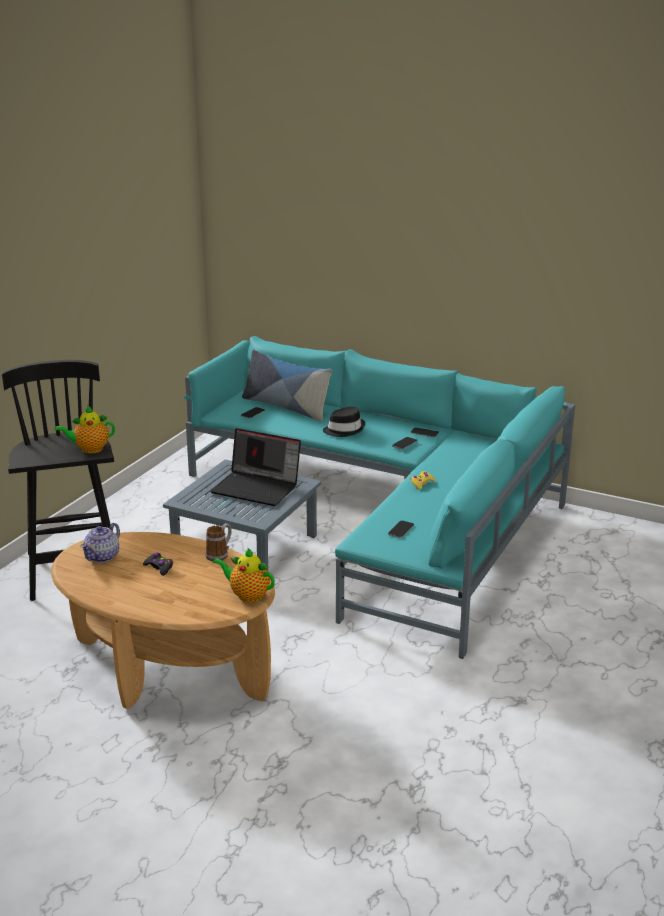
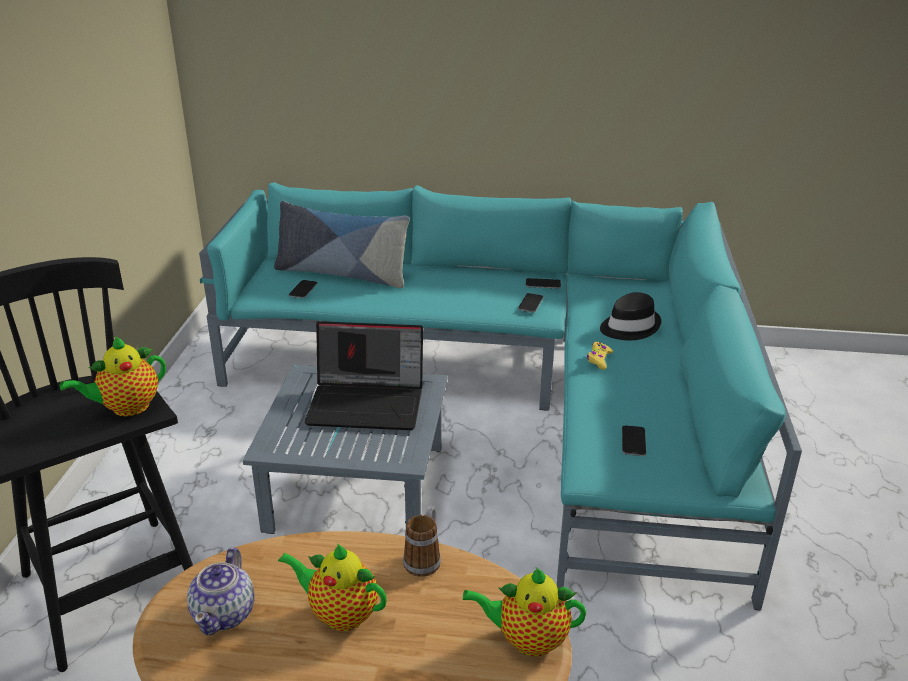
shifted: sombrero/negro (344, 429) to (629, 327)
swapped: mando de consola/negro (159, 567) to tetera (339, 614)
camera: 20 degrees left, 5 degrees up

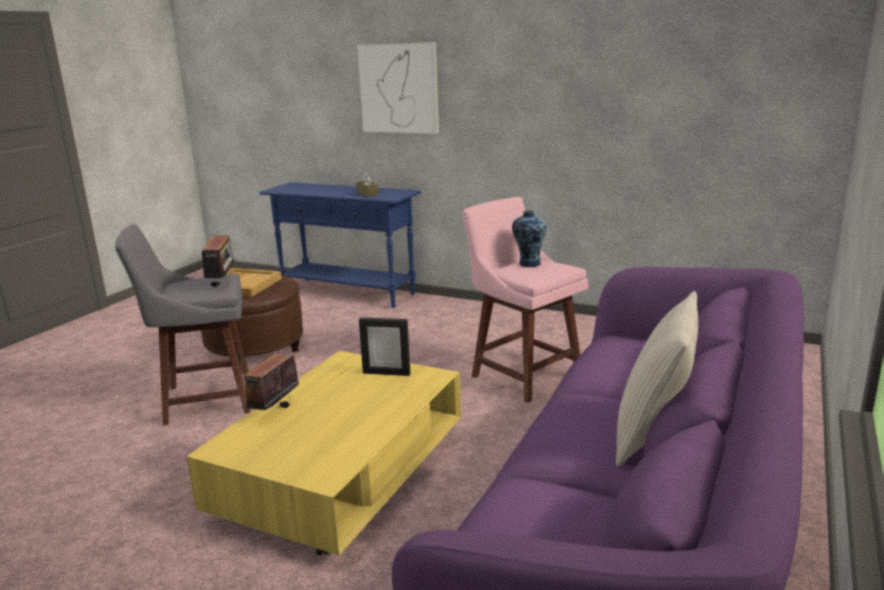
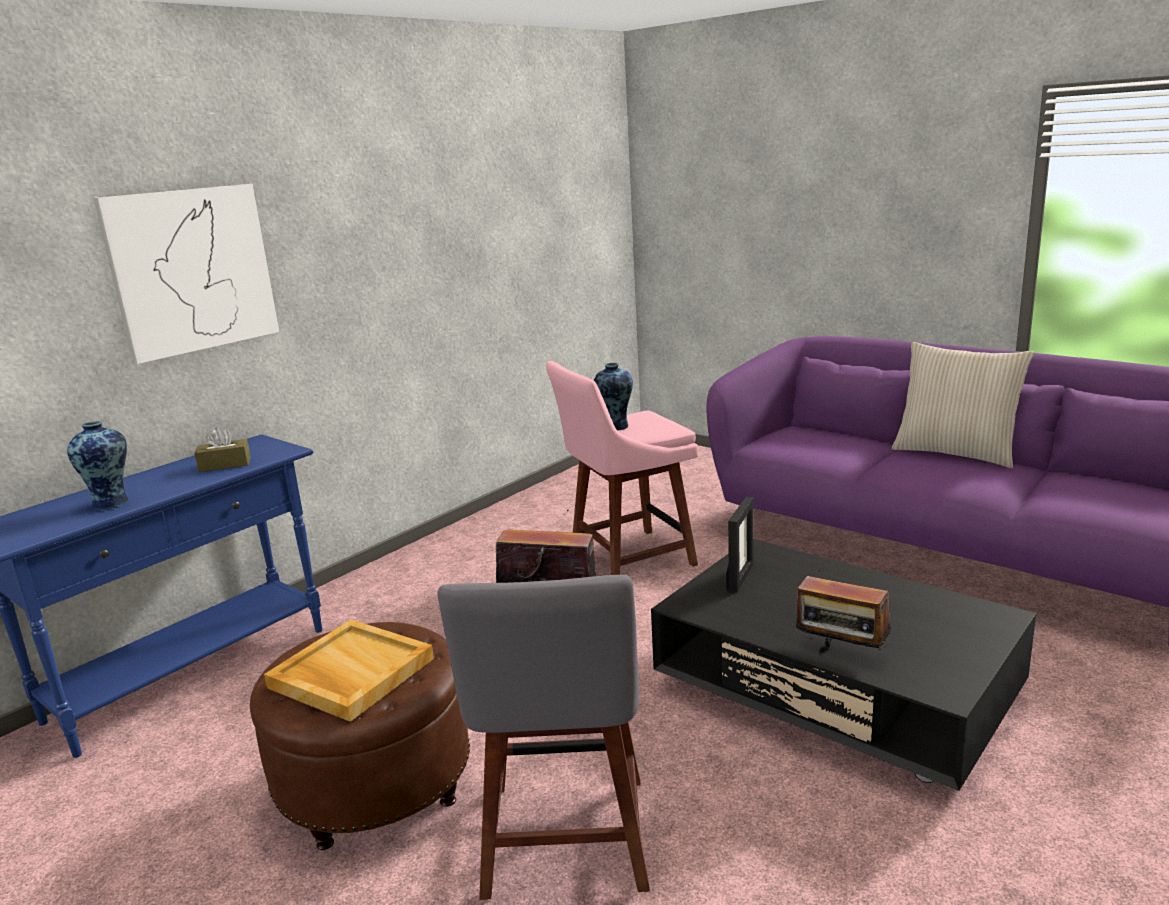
new: florero (112, 503)
repainted: mesa de centro/amarillo (342, 473) to mesa de centro/negro (834, 691)
camera: 75 degrees left, 0 degrees up

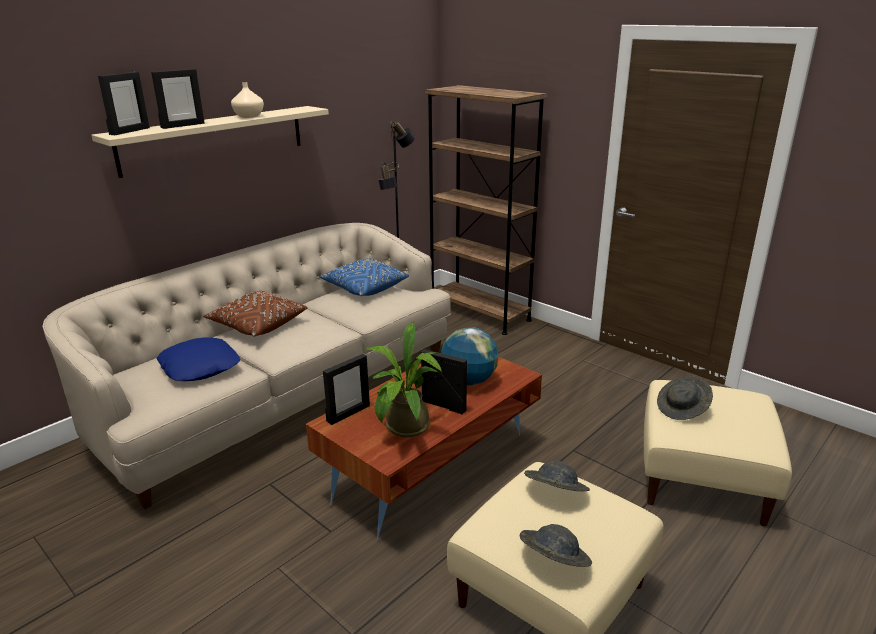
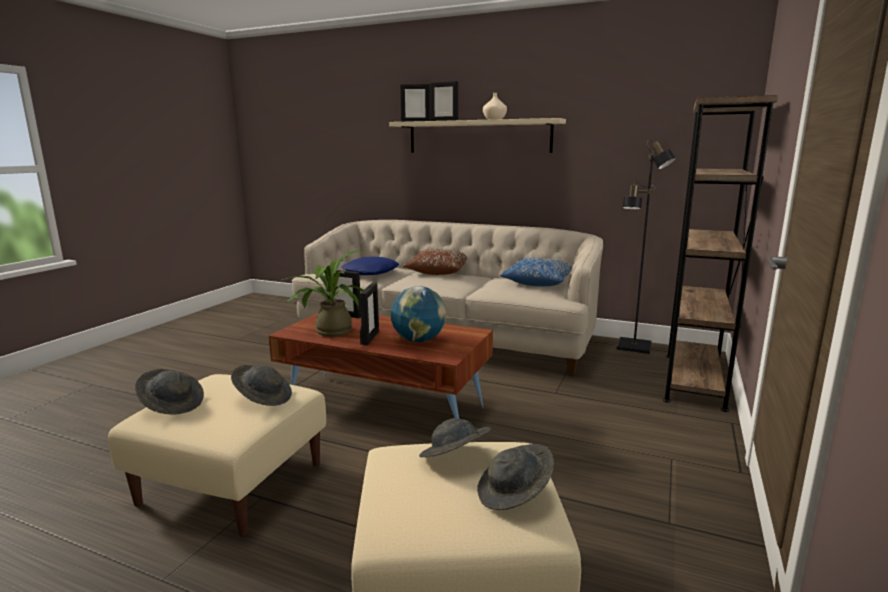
new: sombrero/gris (514, 494)
camera: 70 degrees right, 10 degrees down

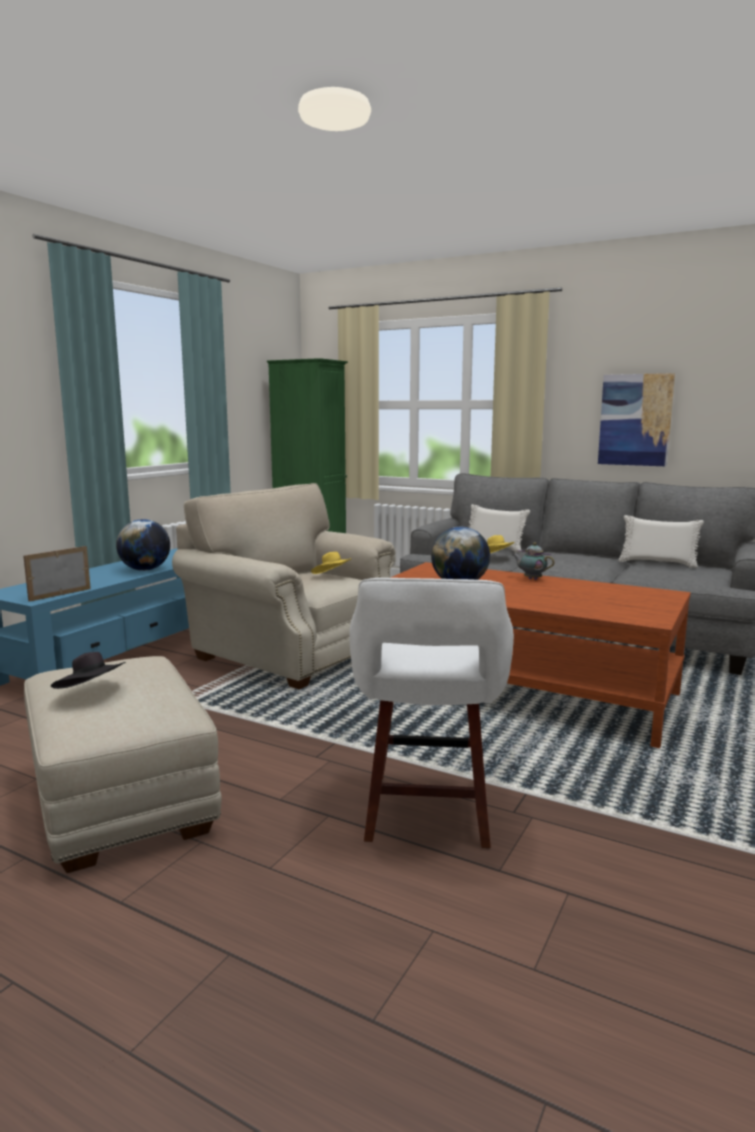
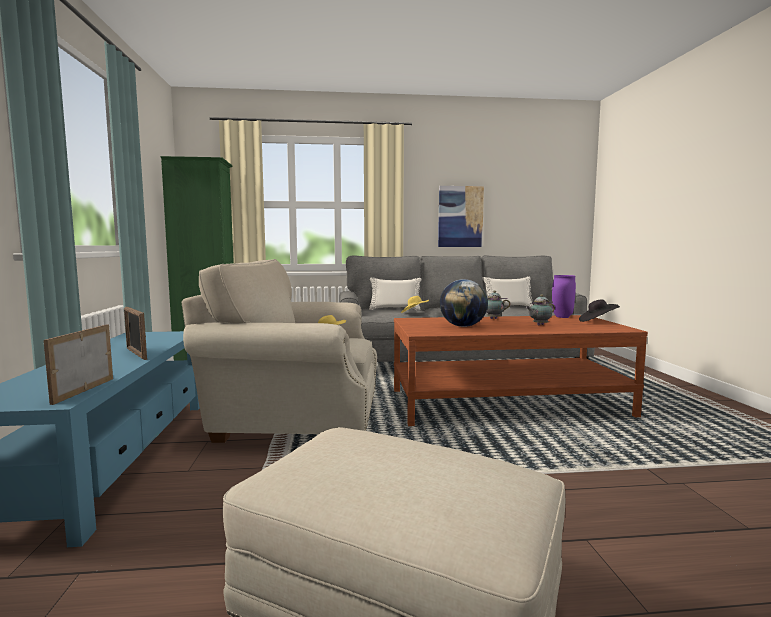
gone: taburete/blanco (426, 814)
new: tetera (539, 325); florero/morado (563, 317)
shifted: sombrero/negro (92, 693) to (597, 321)
swapped: globo terráqueo (145, 569) to portarretratos (136, 354)
camera: 35 degrees left, 5 degrees down

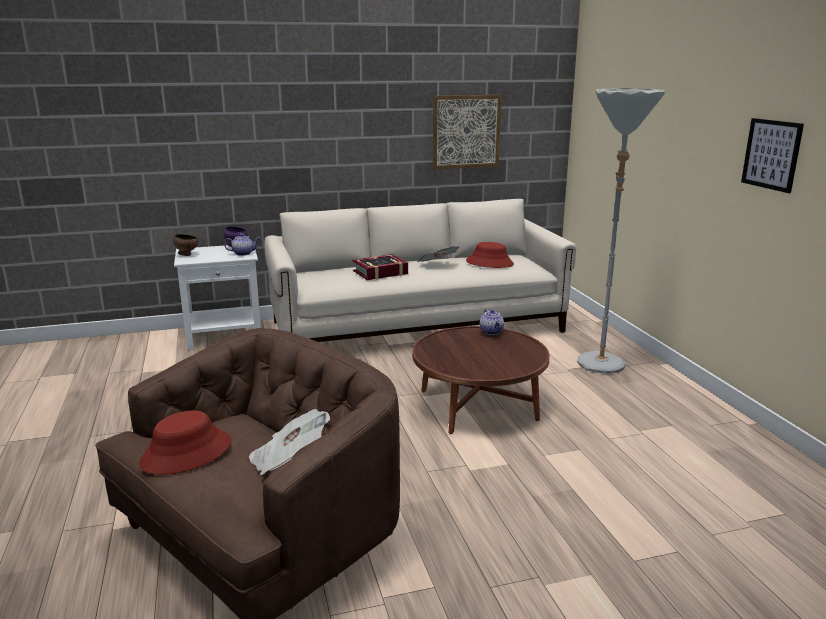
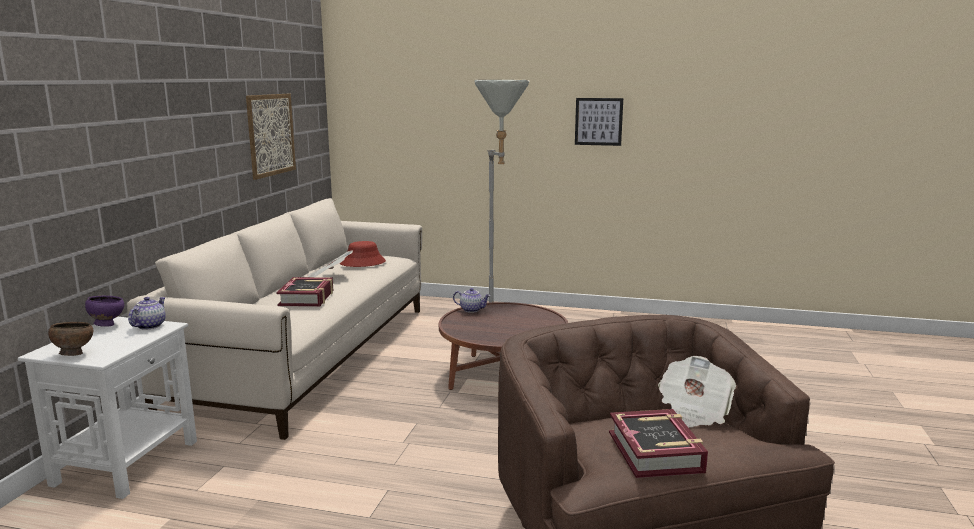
swapped: sombrero/rojo (186, 453) to libro (656, 452)
camera: 60 degrees left, 5 degrees down

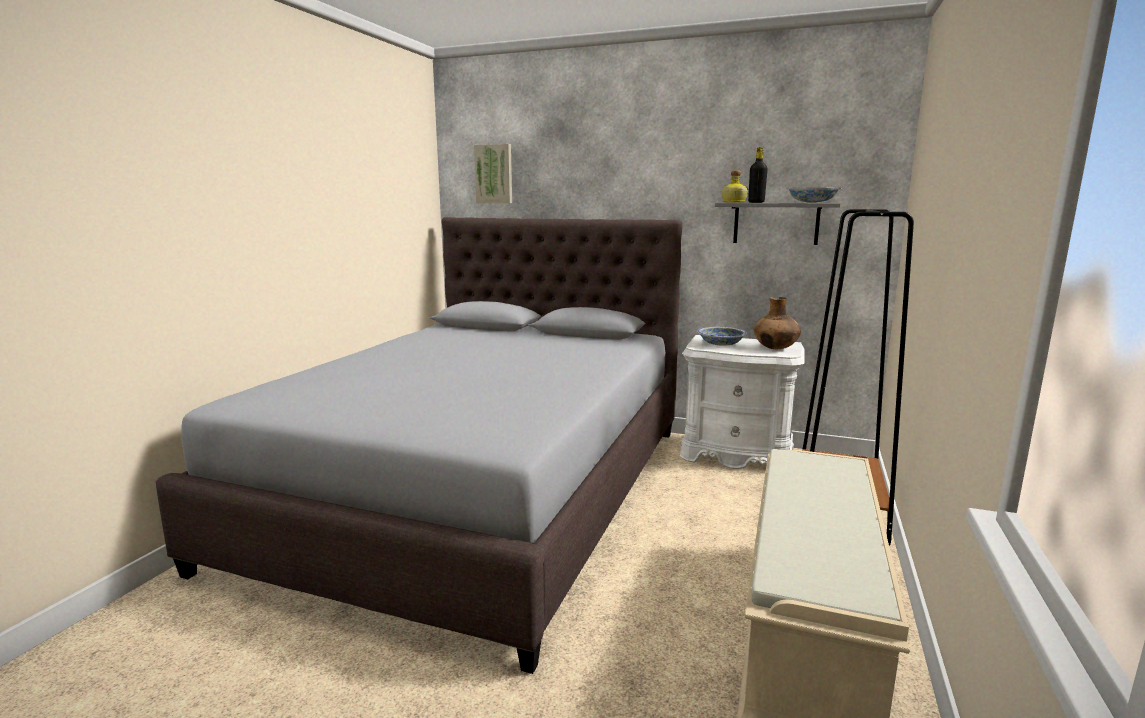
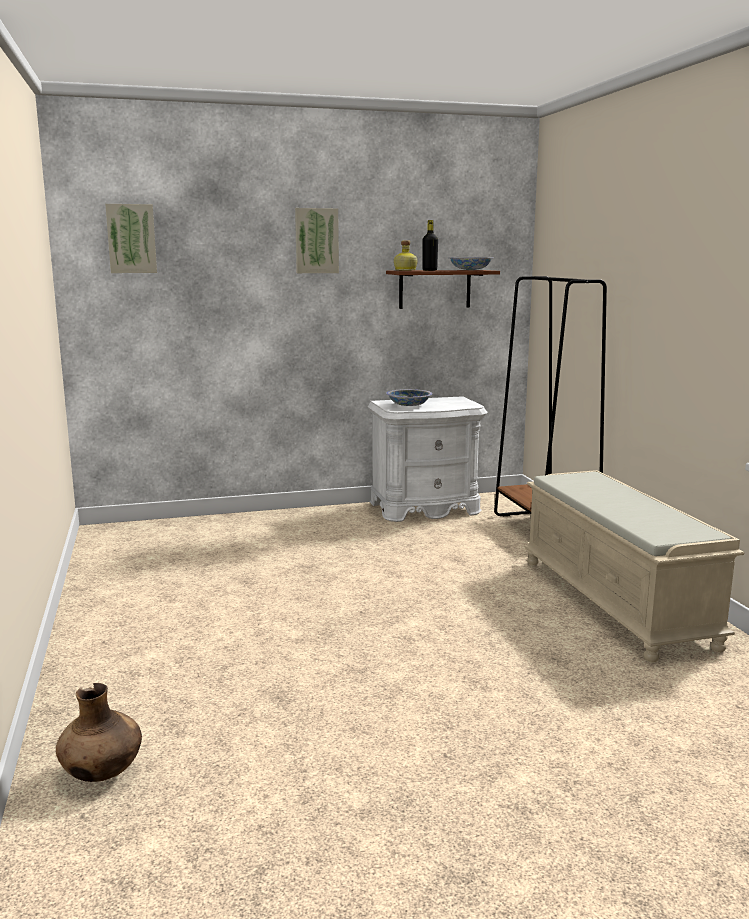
gone: cama/gris (482, 489)
new: cuadro (316, 241)
shifted: florero/marrón (775, 348) to (103, 772)
repainted: estante/gris (776, 223) to estante/marrón (434, 289)
camera: 35 degrees left, 0 degrees up

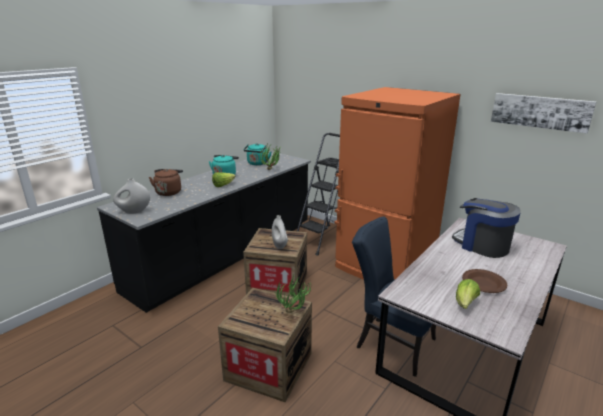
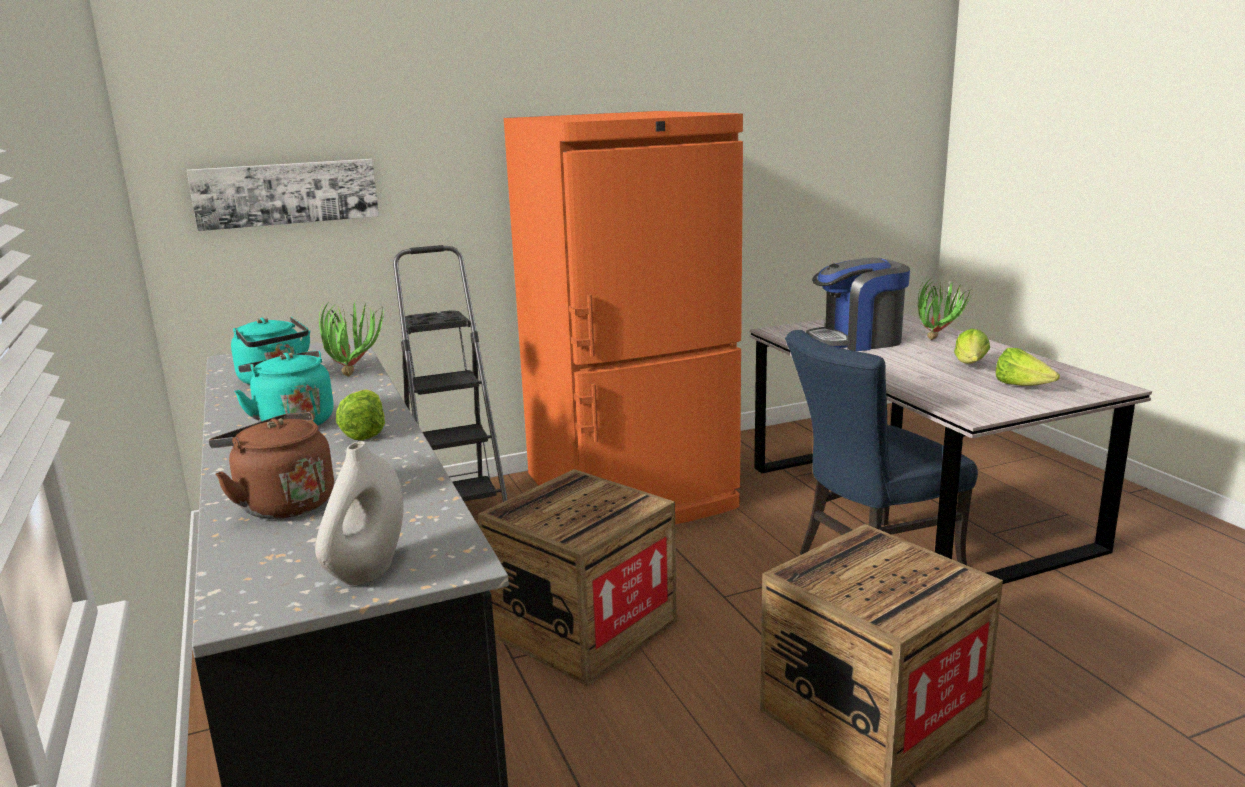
gone: florero/blanco (279, 245)
shifted: cuadro (540, 112) to (286, 193); planta en maceta (293, 314) to (937, 338)
swapped: plato/marrón (484, 283) to lechuga (970, 365)
camera: 60 degrees left, 5 degrees down

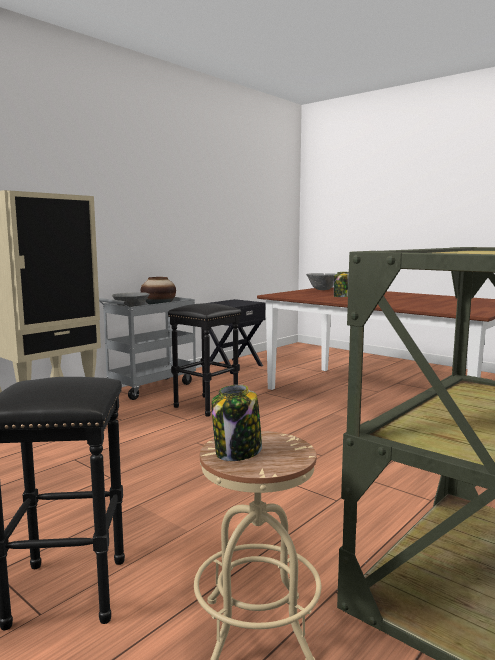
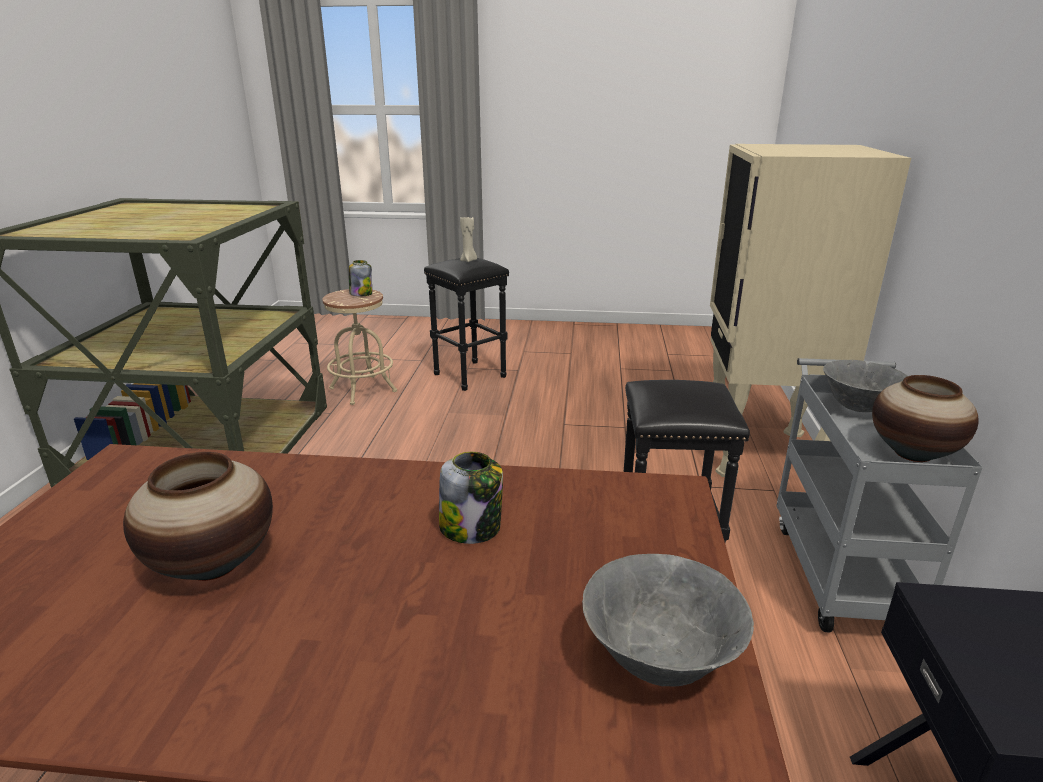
new: florero (214, 564); vela/beis (469, 261)
camera: 145 degrees right, 15 degrees up

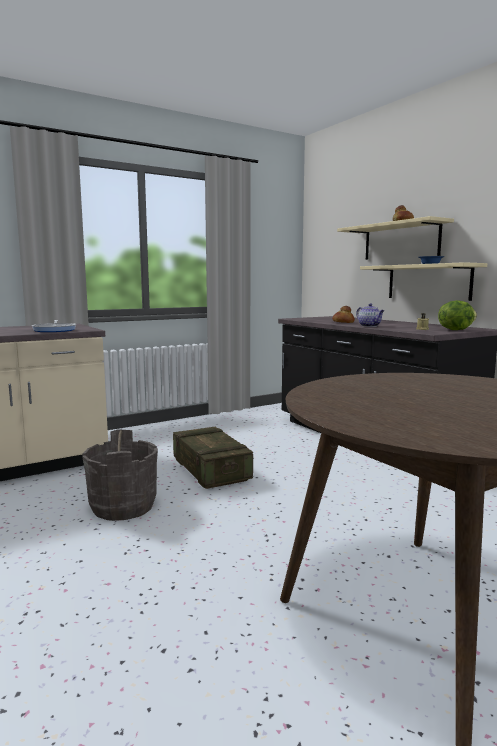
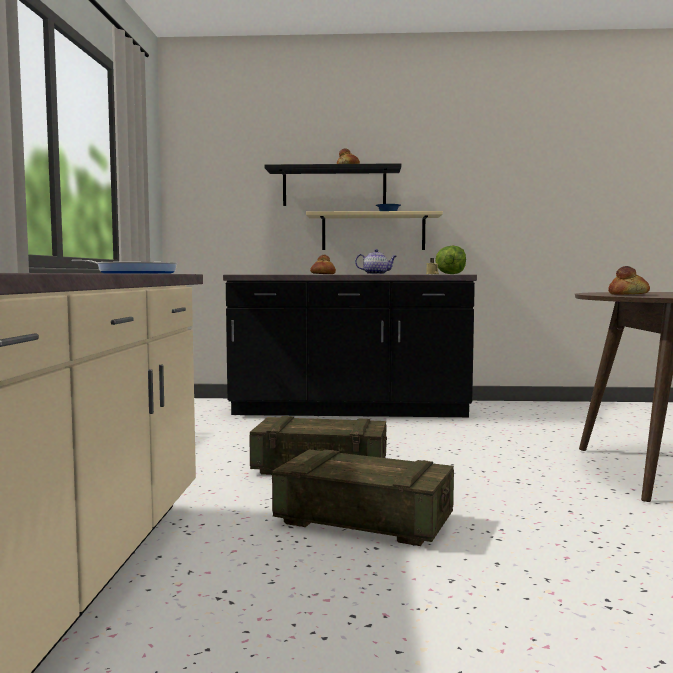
new: pan (628, 294)
swapped: cubo/gris (123, 506) to caja de embalaje (363, 521)
repainted: estante/beis (401, 241) to estante/negro (334, 187)
camera: 55 degrees left, 5 degrees down

